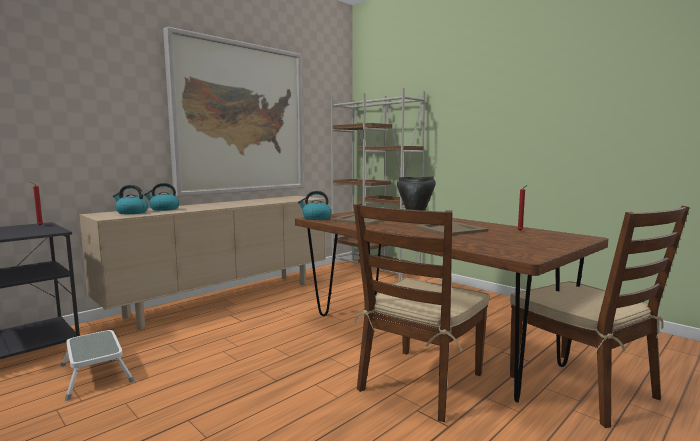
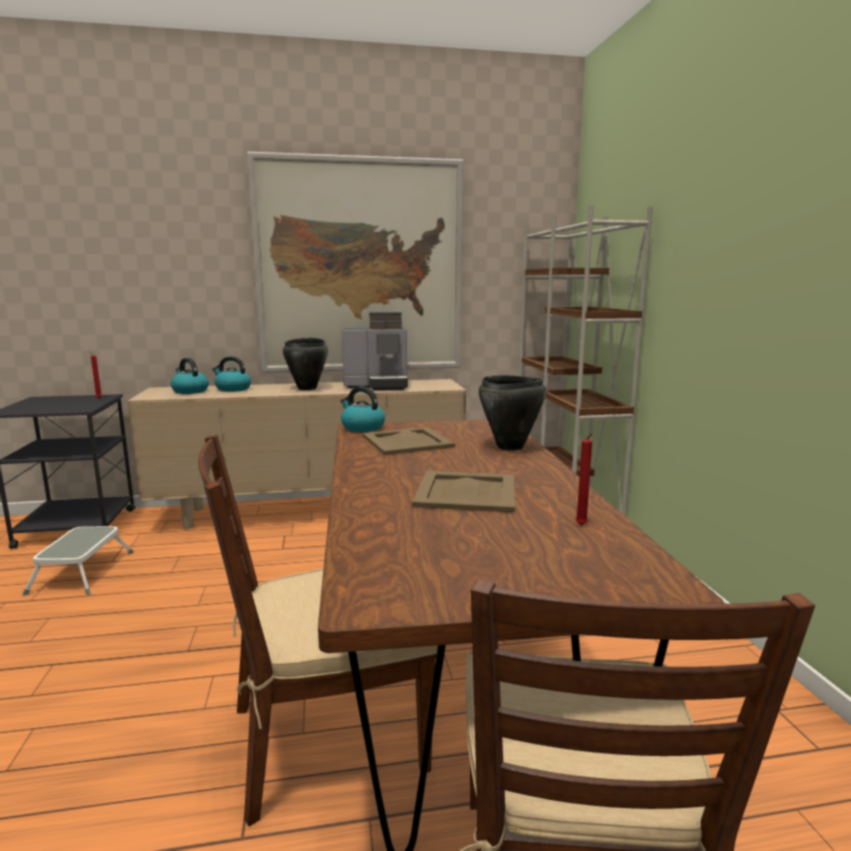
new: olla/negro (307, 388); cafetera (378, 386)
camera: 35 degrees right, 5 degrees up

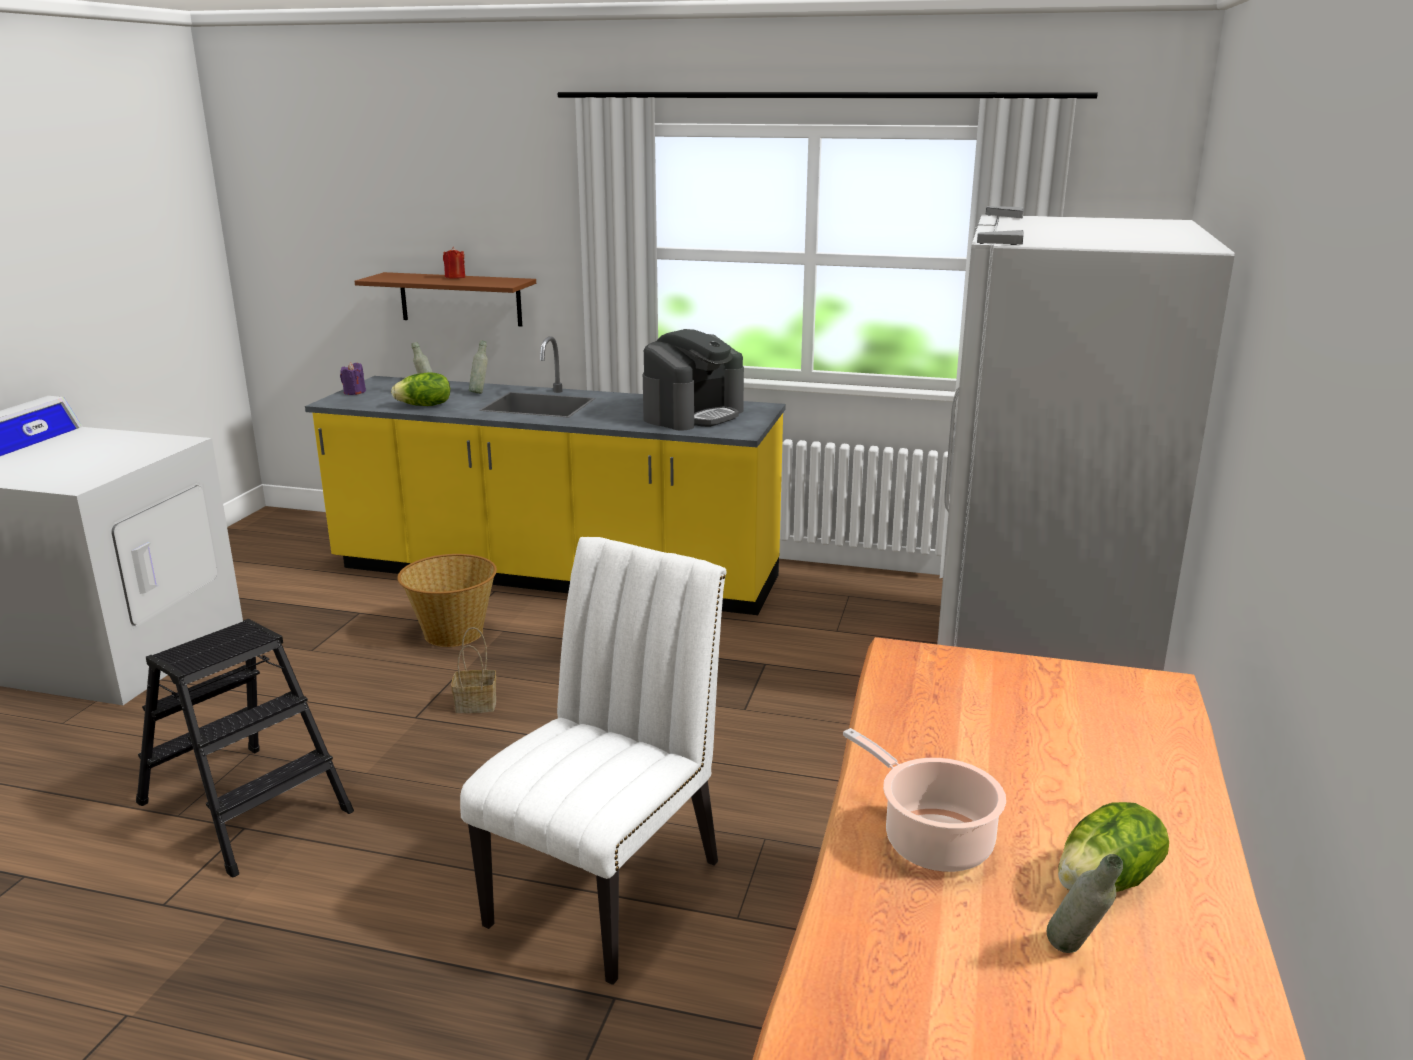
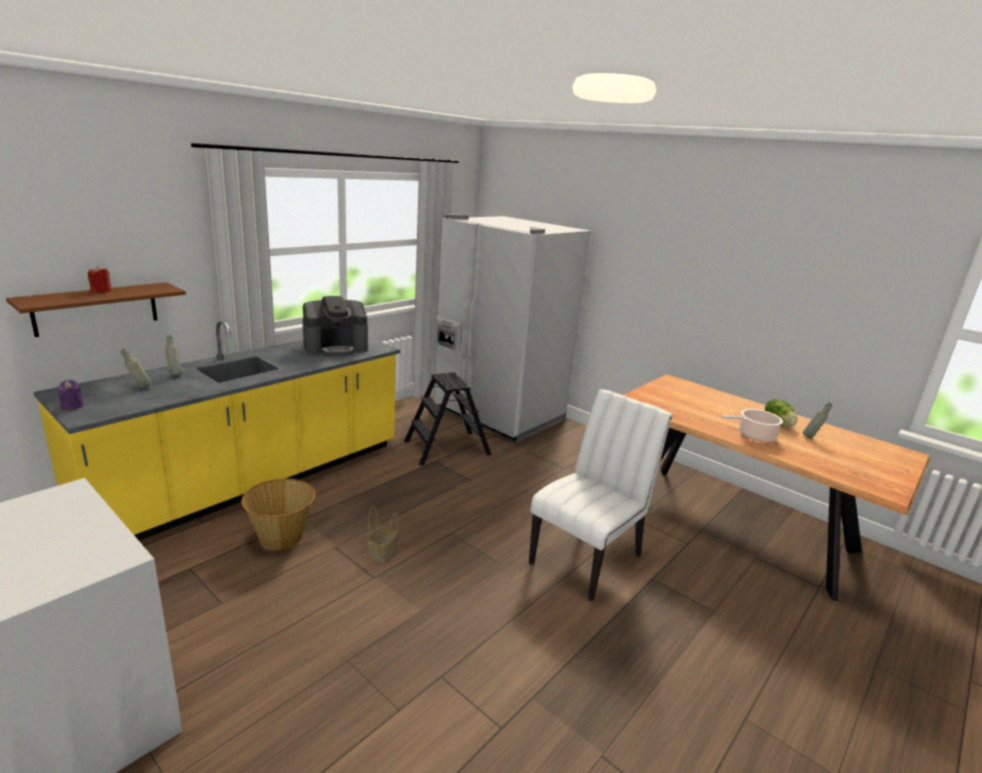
gone: lechuga (425, 406)
shifted: escalera de tijera/negro (244, 806) to (446, 447)
rotated: cafetera (693, 415) = (336, 347) 90 degrees clockwise; silla/blanco (605, 895) = (586, 560) 75 degrees clockwise
camera: 65 degrees left, 0 degrees up

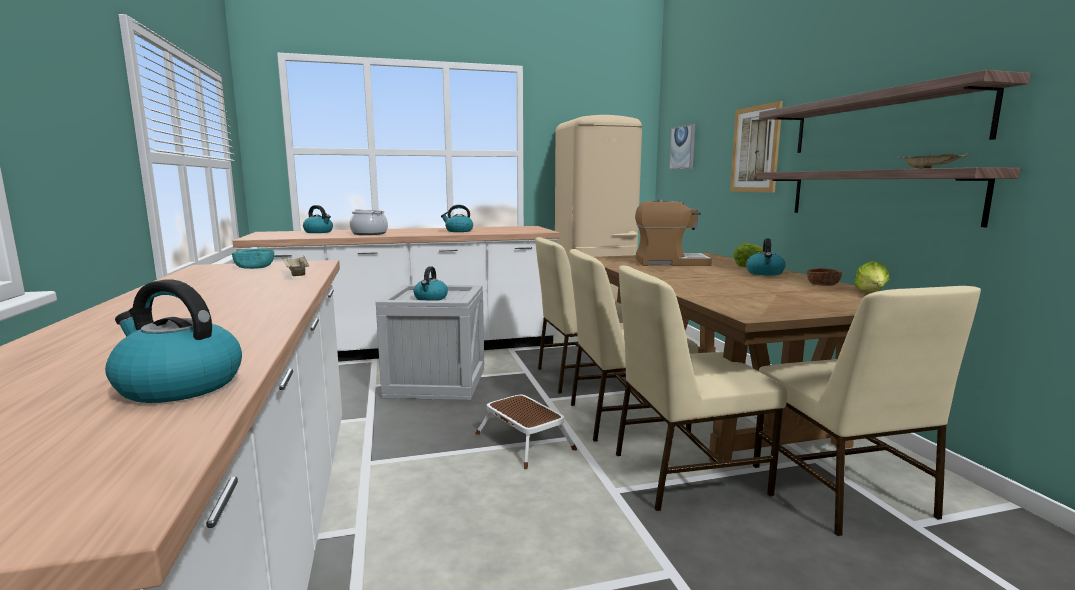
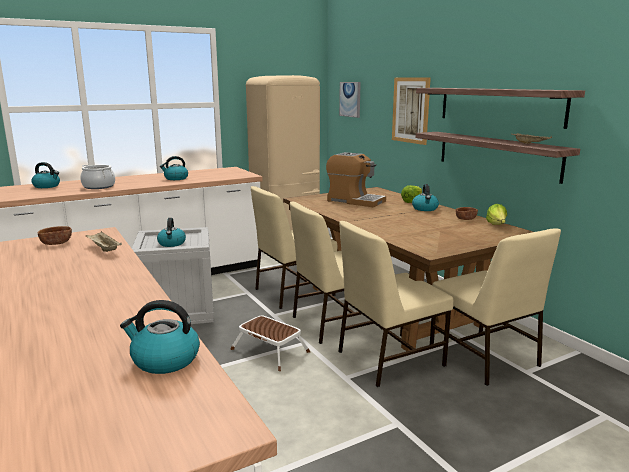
repainted: cuenco/turquesa (254, 268) to cuenco/marrón (56, 243)
rotated: cafetera (670, 263) = (355, 201) 45 degrees clockwise
camera: 15 degrees left, 5 degrees up

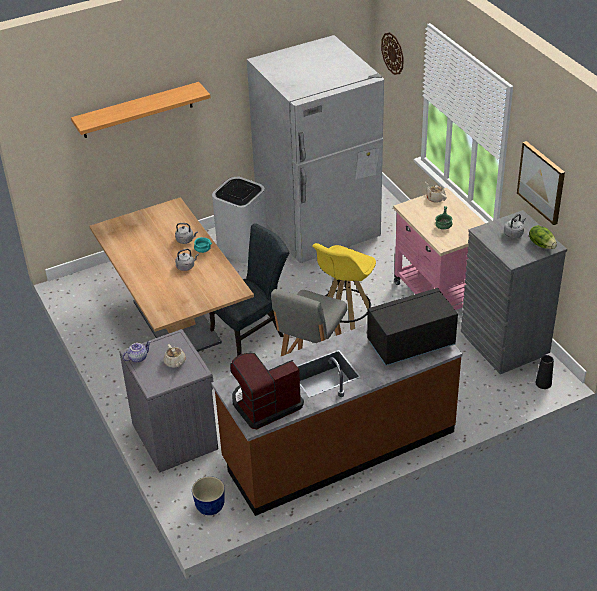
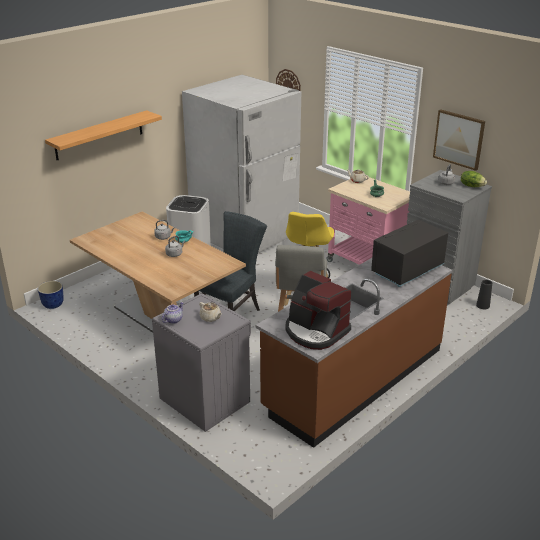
shifted: maceta (209, 507) to (52, 305)
rotated: cafetera (265, 404) = (315, 331) 90 degrees counterclockwise
camera: 20 degrees left, 10 degrees down

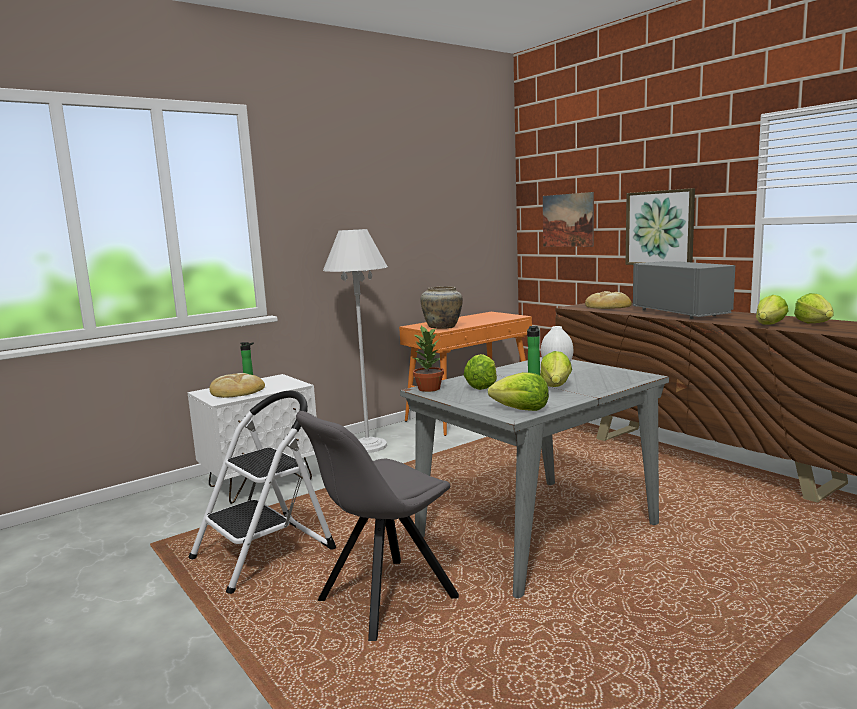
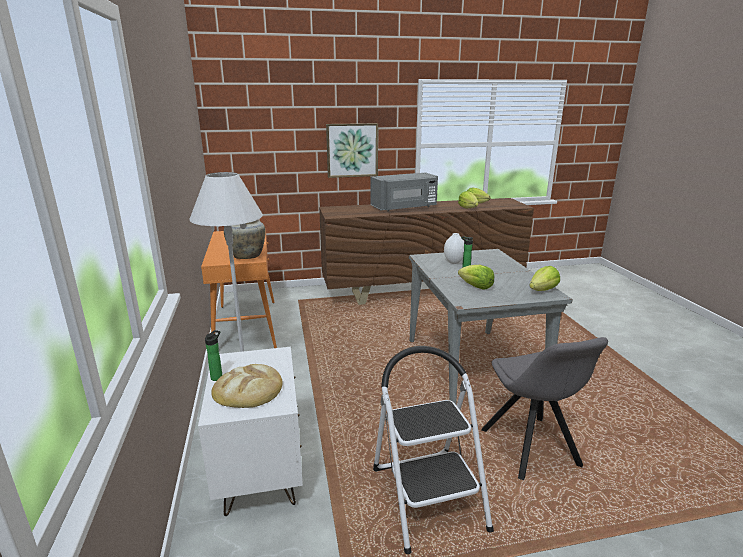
gone: planta en maceta (429, 388); lechuga (556, 386); cuadro (567, 220); pan (608, 306)
rotated: microondas/gris (682, 312) = (405, 208) 150 degrees clockwise
camera: 65 degrees left, 10 degrees up

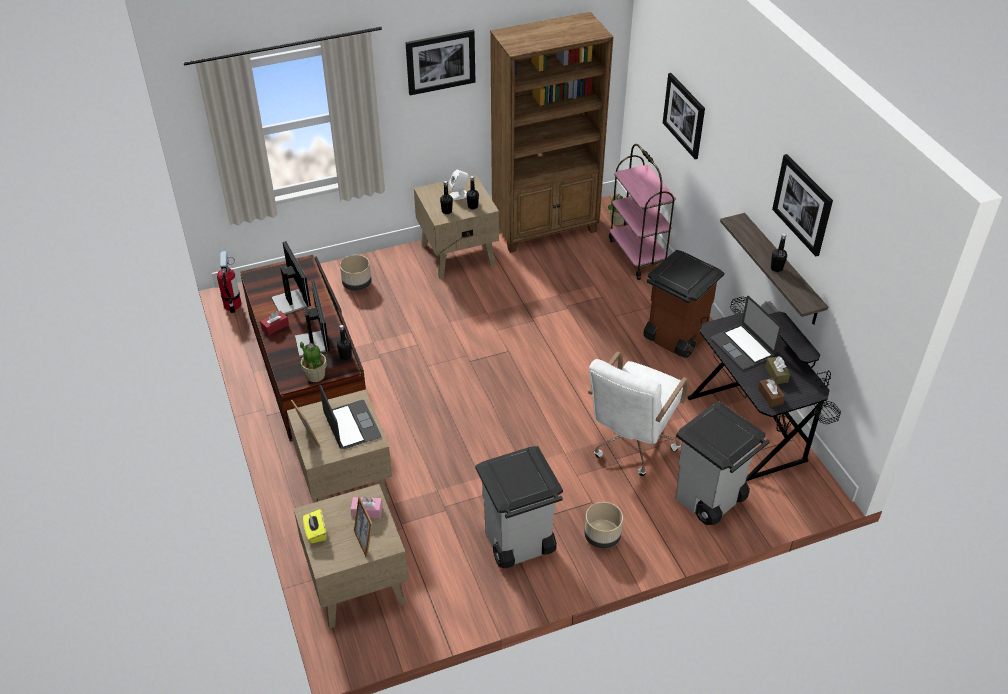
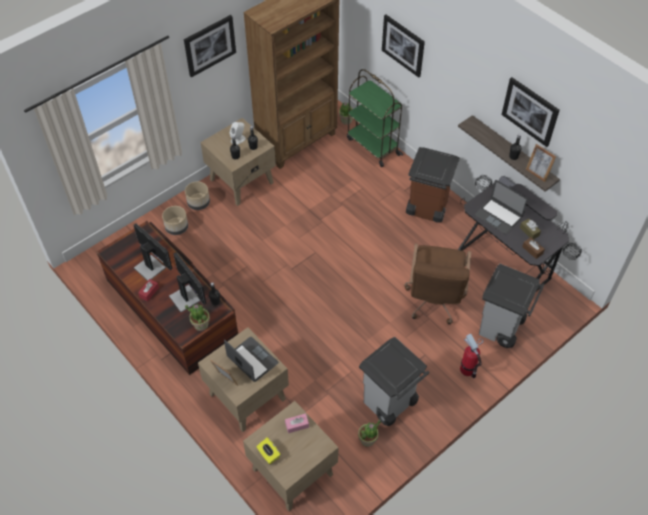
new: planta en maceta (368, 439)
shifted: maceta/beis (602, 537) to (199, 203); extintor (232, 305) to (467, 369); portarretratos (364, 542) to (537, 174)
repainted: carrito/rosa (637, 255) to carrito/verde (372, 146); silla de oficina/blanco (631, 447) to silla de oficina/marrón (433, 303)
camera: 20 degrees left, 10 degrees up

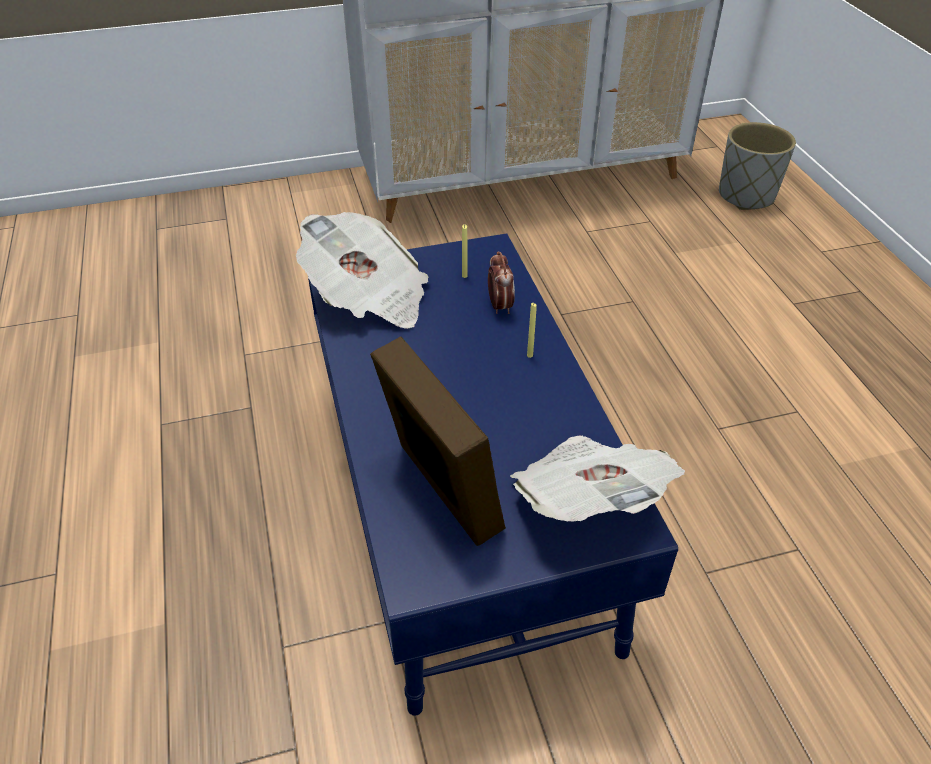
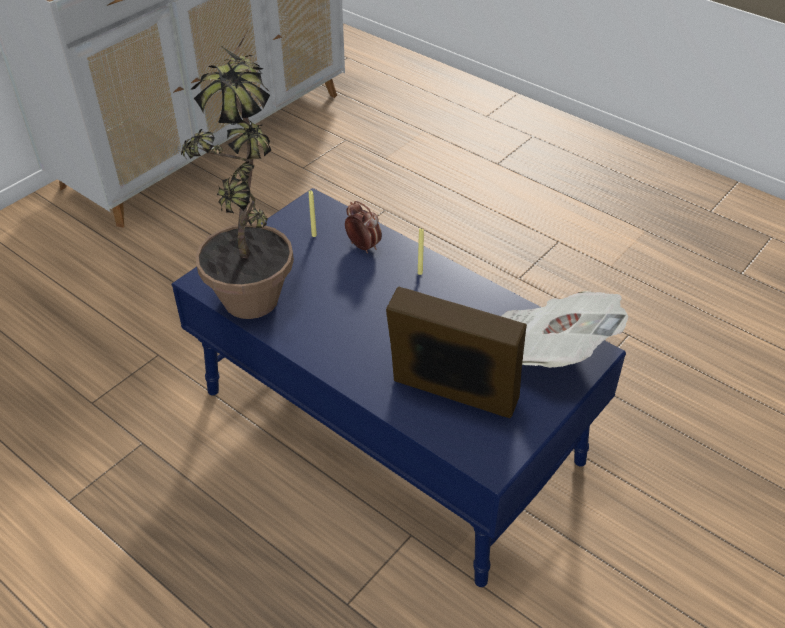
gone: maceta/gris (745, 196)
swapped: periódico (368, 297) to planta en maceta (254, 285)
camera: 35 degrees left, 0 degrees up

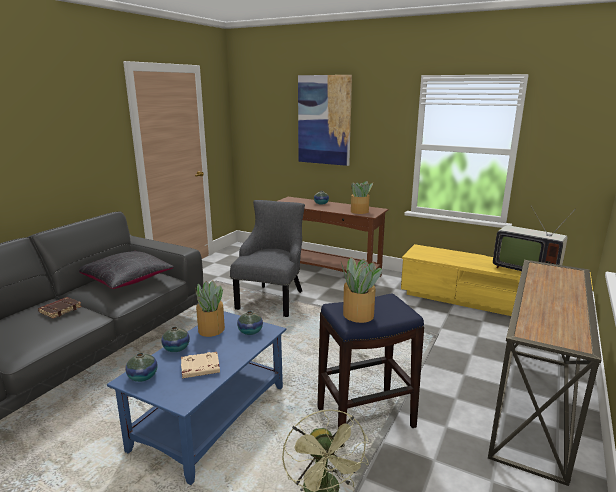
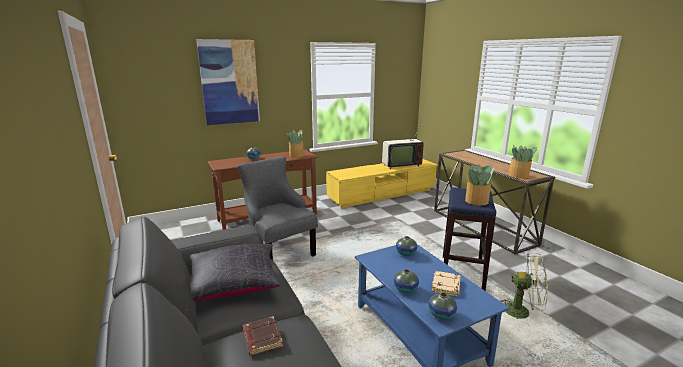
shifted: planta en maceta (211, 329) to (519, 176)
camera: 55 degrees left, 0 degrees up

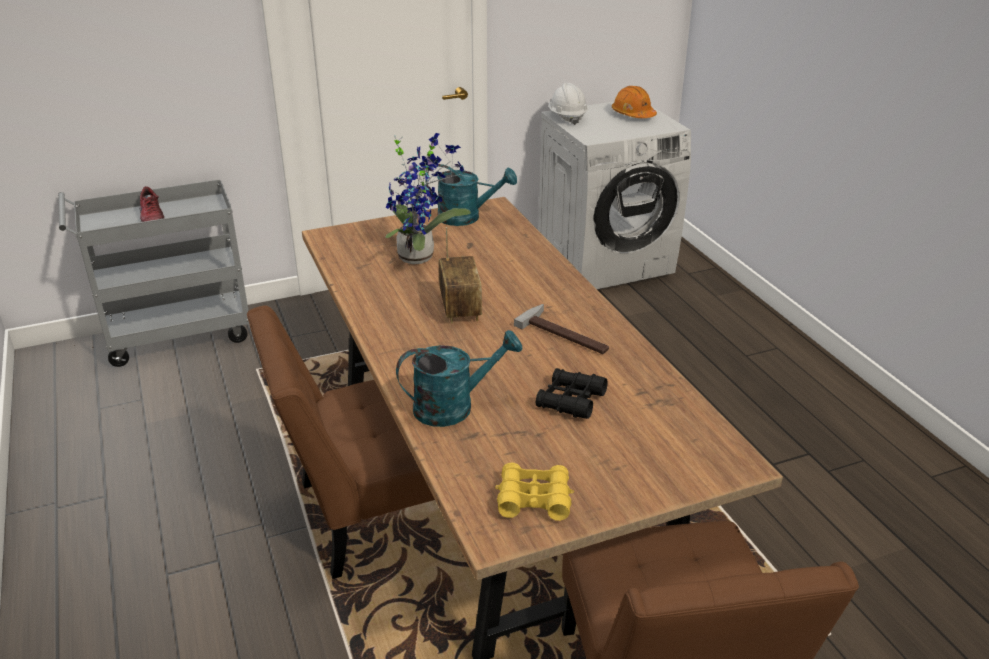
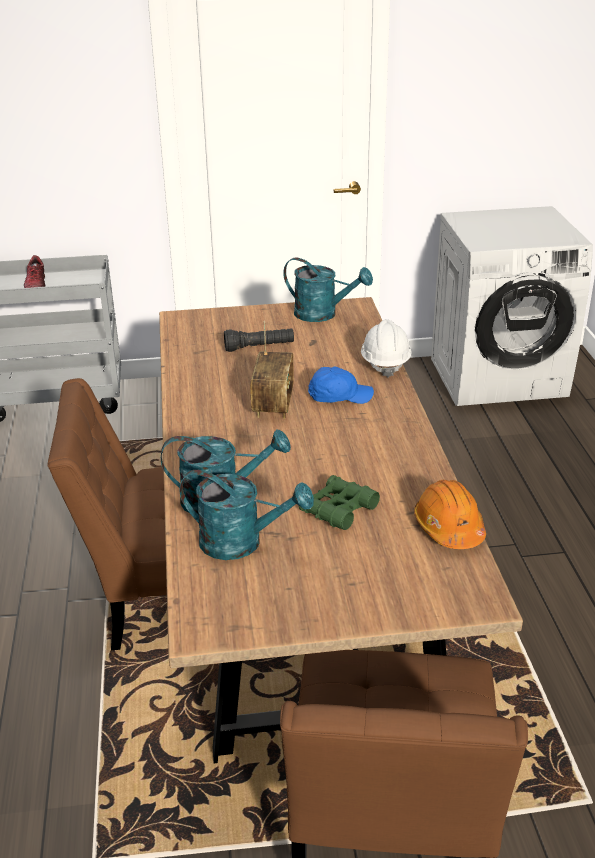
gone: prismáticos/amarillo (534, 499); martillo (566, 334)
new: regadera/turquesa (242, 543); gorra/azul (339, 396)
shifted: casco/blanco (567, 117) to (385, 363); casco/naranja (633, 114) to (449, 527)
swapped: planta en maceta (420, 256) to linterna/negro (259, 347)
repainted: prismáticos/negro (570, 401) to prismáticos/verde (338, 510)
camera: 15 degrees right, 0 degrees up

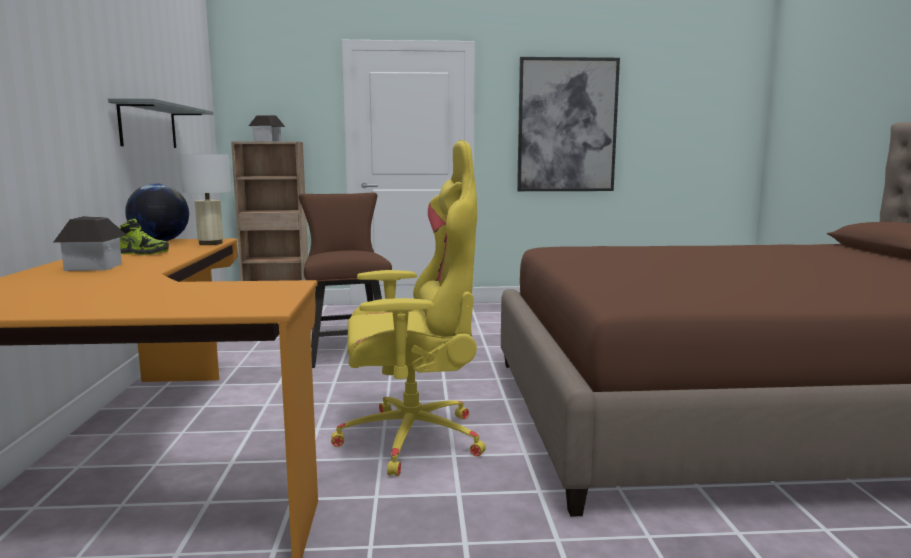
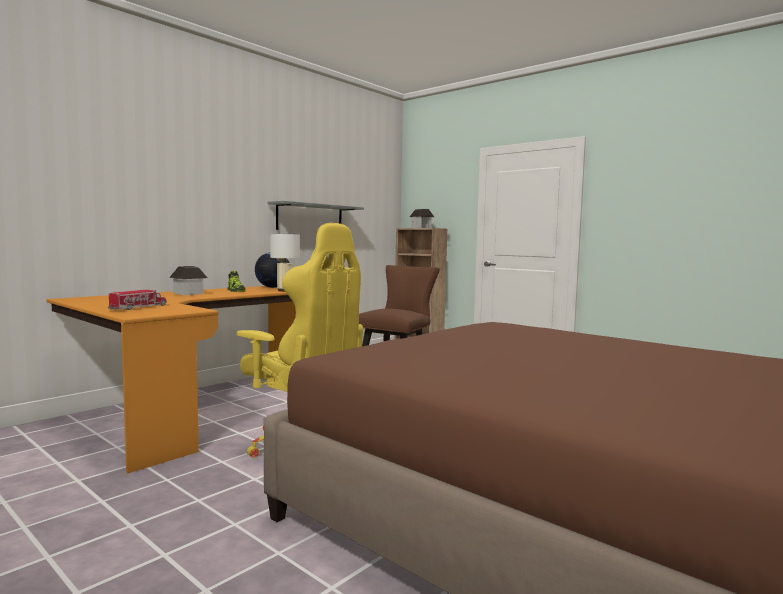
gone: cuadro (567, 125)
new: camión de juguete (139, 307)
camera: 45 degrees right, 5 degrees down

